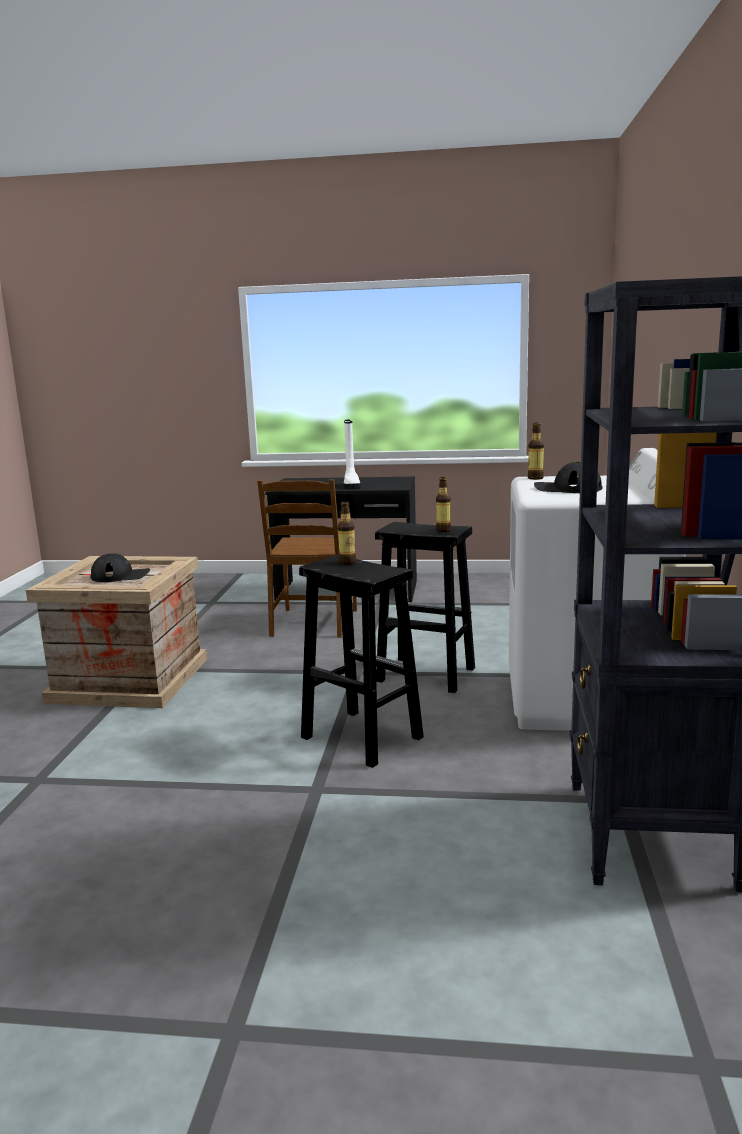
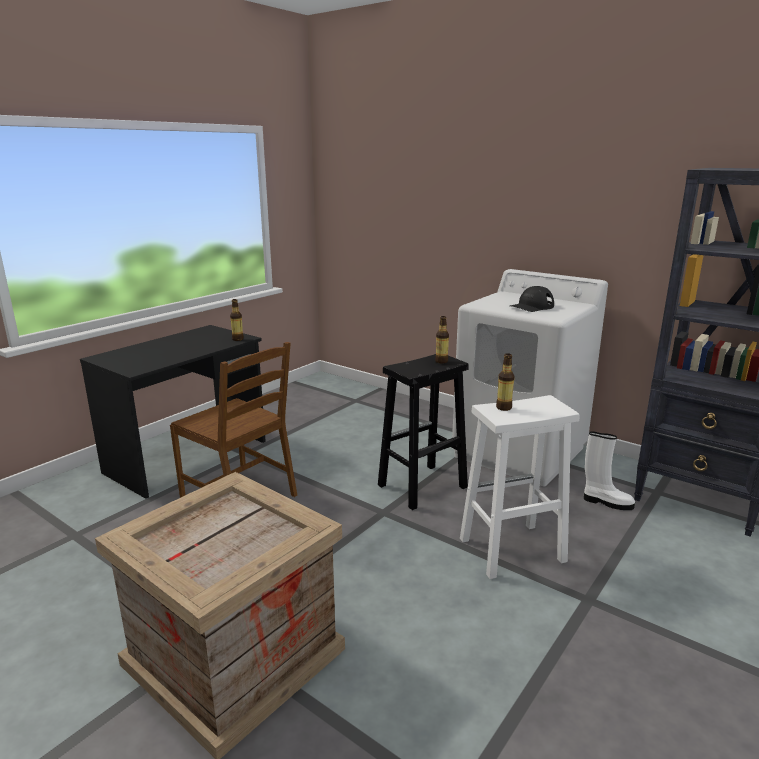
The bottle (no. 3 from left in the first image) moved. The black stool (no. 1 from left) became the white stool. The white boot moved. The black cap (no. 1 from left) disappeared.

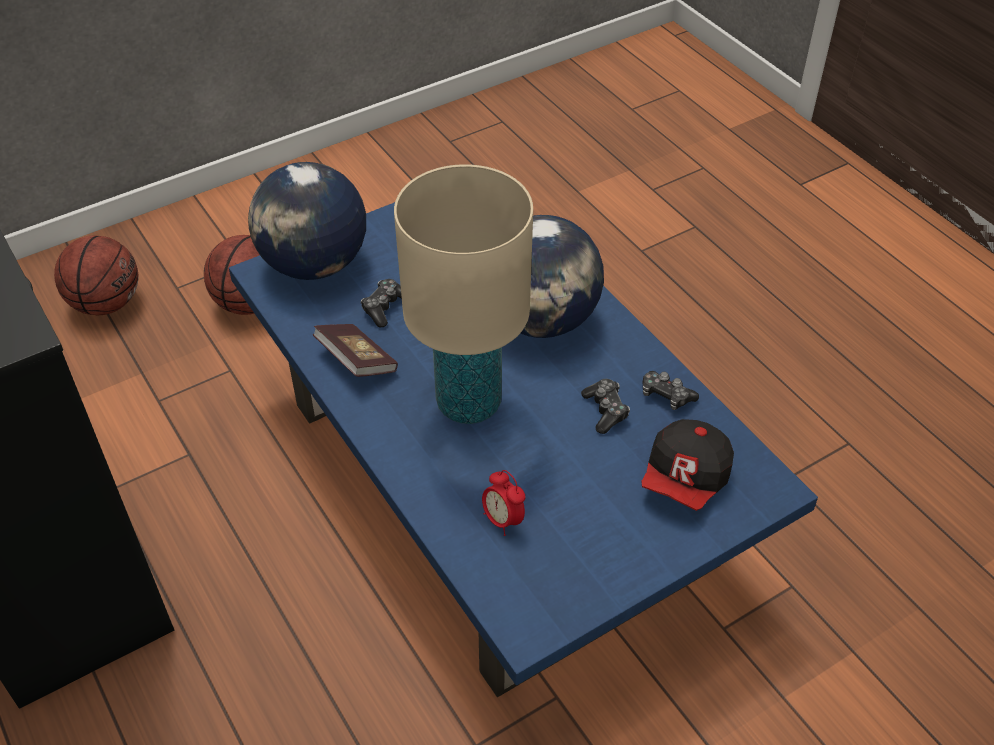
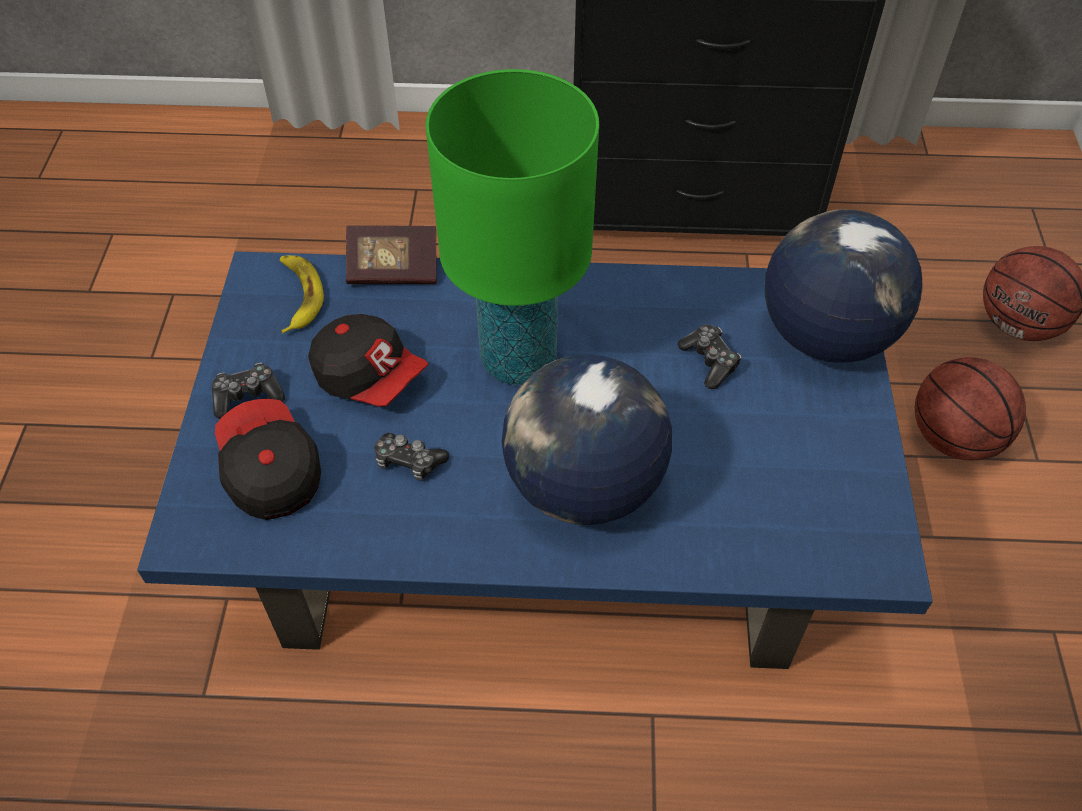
The game controller (no. 3 from left in the first image) moved. The banana appeared. The cap (no. 2 from left) appeared. The book moved. The beige table lamp became the green table lamp. The alarm clock disappeared.

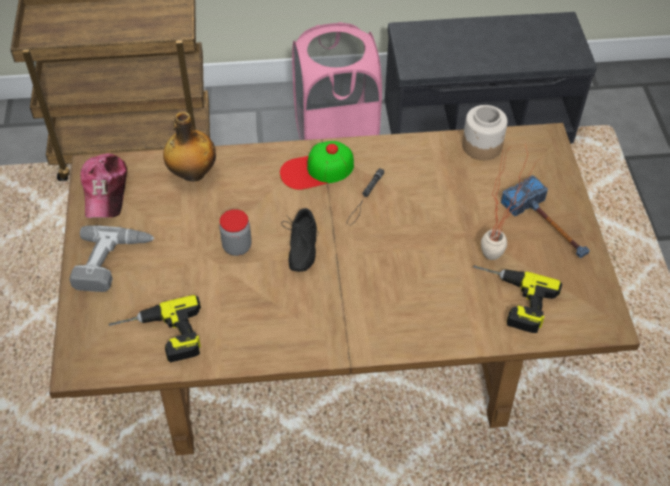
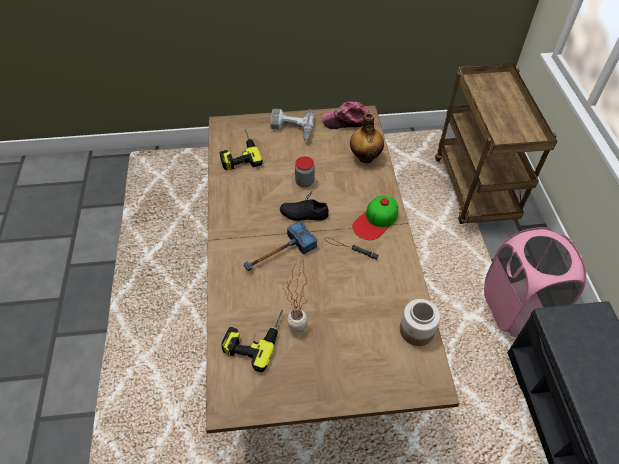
The hammer moved. The cap (no. 2 from left) turned 120 degrees counterclockwise.

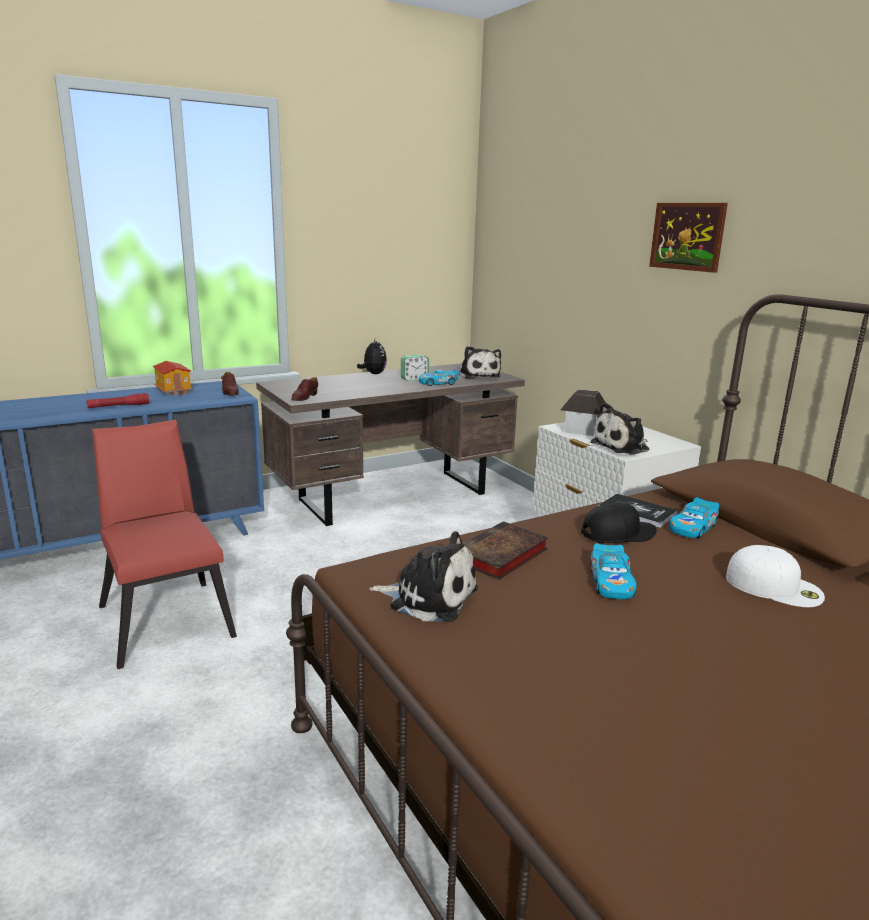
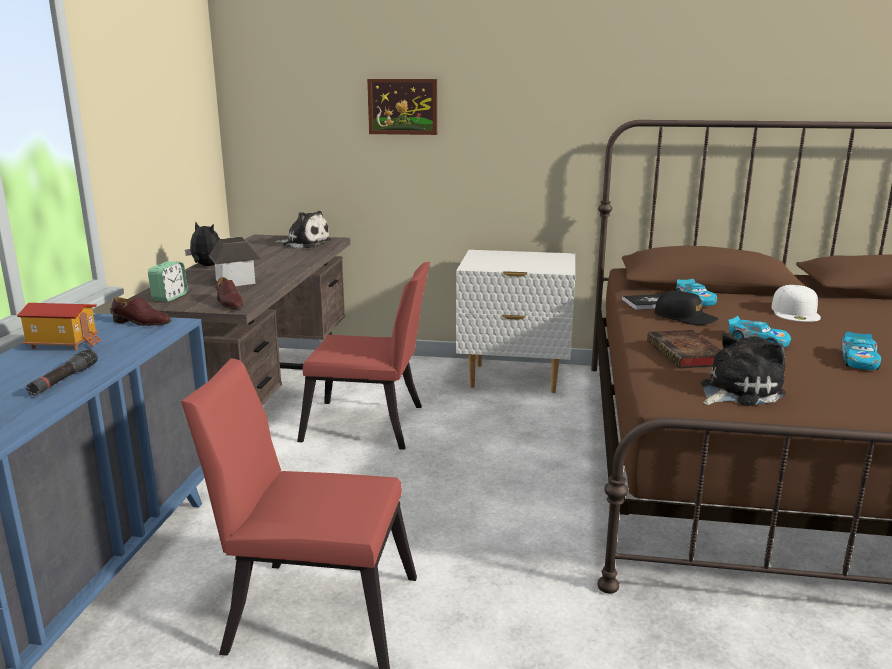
The red flashlight became the black flashlight. The alarm clock moved. The toy house (no. 2 from left) moved. The red chair (no. 2 from left) appeared. The picture moved. The black cap turned 105 degrees clockwise. The white cap turned 120 degrees clockwise. The toy car (no. 1 from left in the first image) moved. The plush toy (no. 4 from left) disappeared.

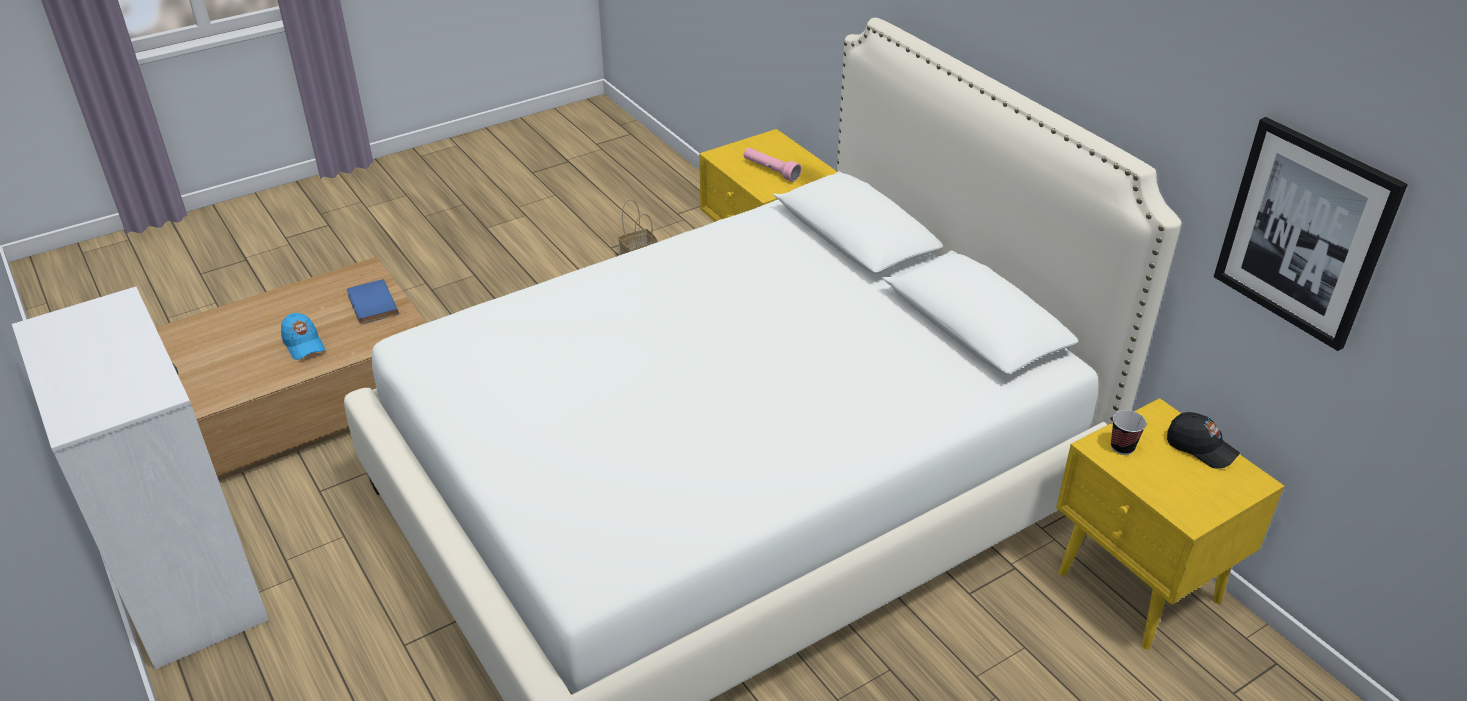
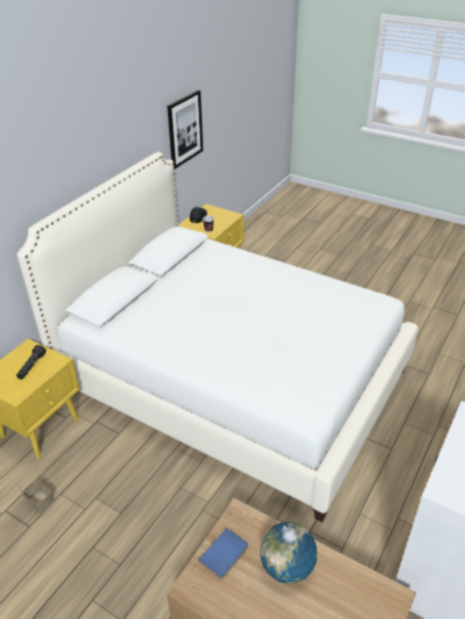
The pink flashlight became the black flashlight. The blue cap was replaced by the globe.

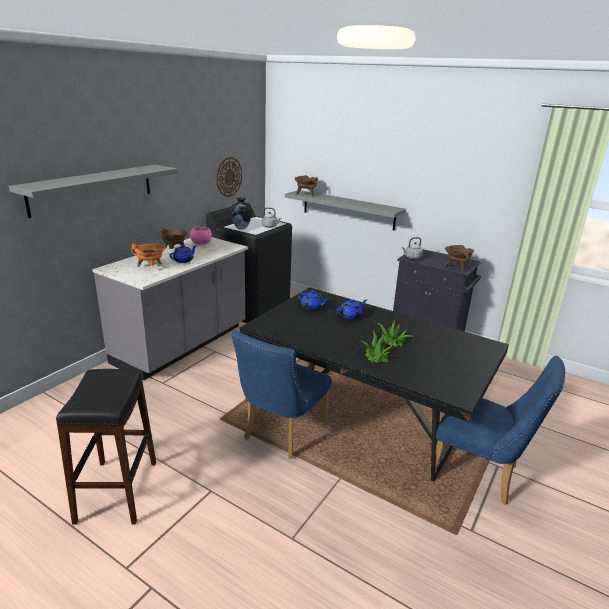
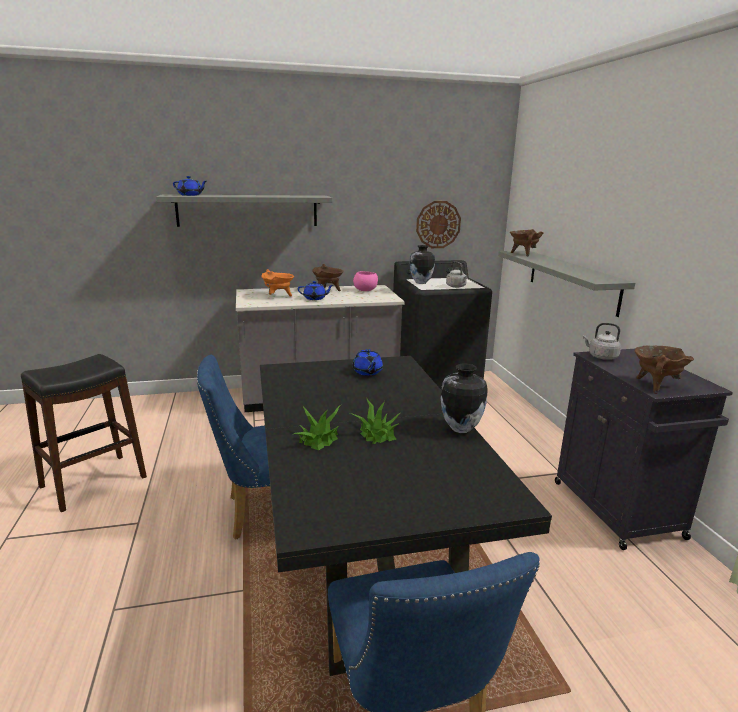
The blue teapot (no. 3 from left in the first image) moved. The vase (no. 2 from left) appeared.

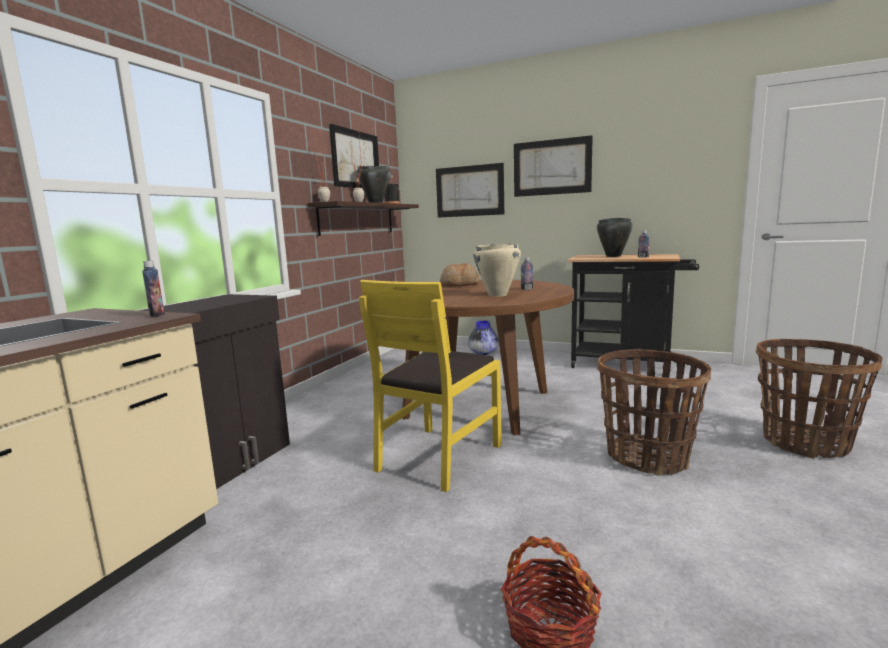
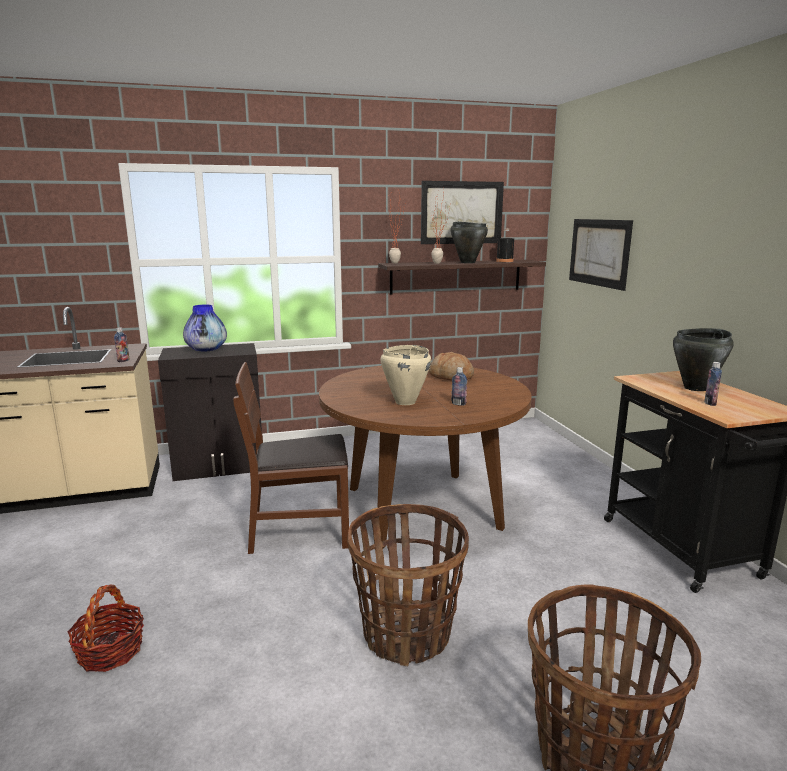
The vase moved. The yellow chair became the brown chair. The picture (no. 3 from left) disappeared.

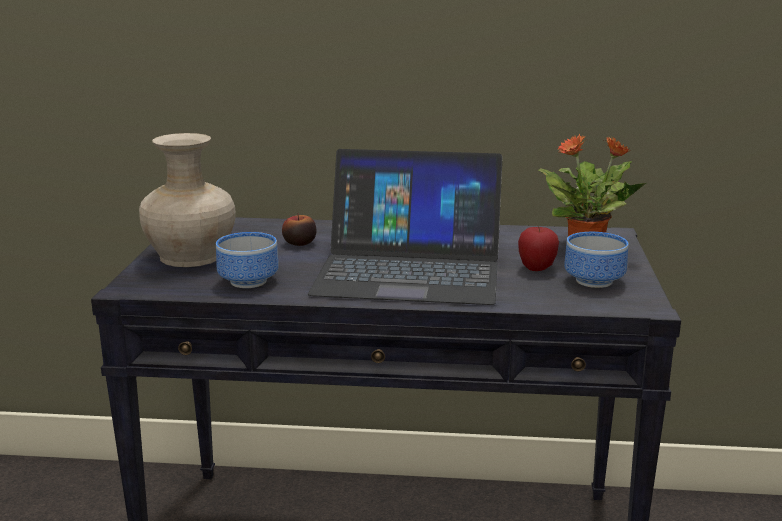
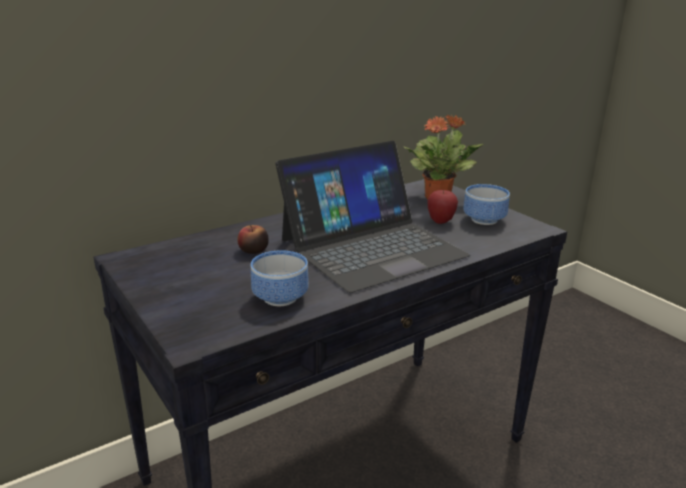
The beige vase disappeared.

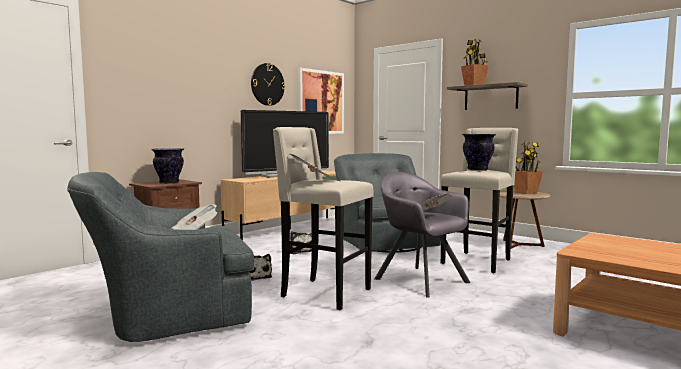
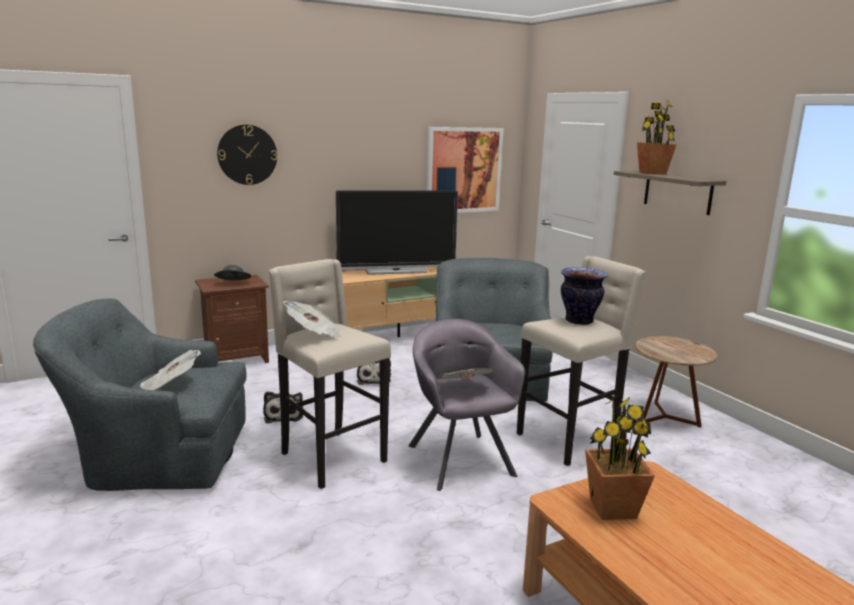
The vase (no. 1 from left) was replaced by the grey hat. The wall clock moved. The potted plant (no. 2 from left in the first image) moved.

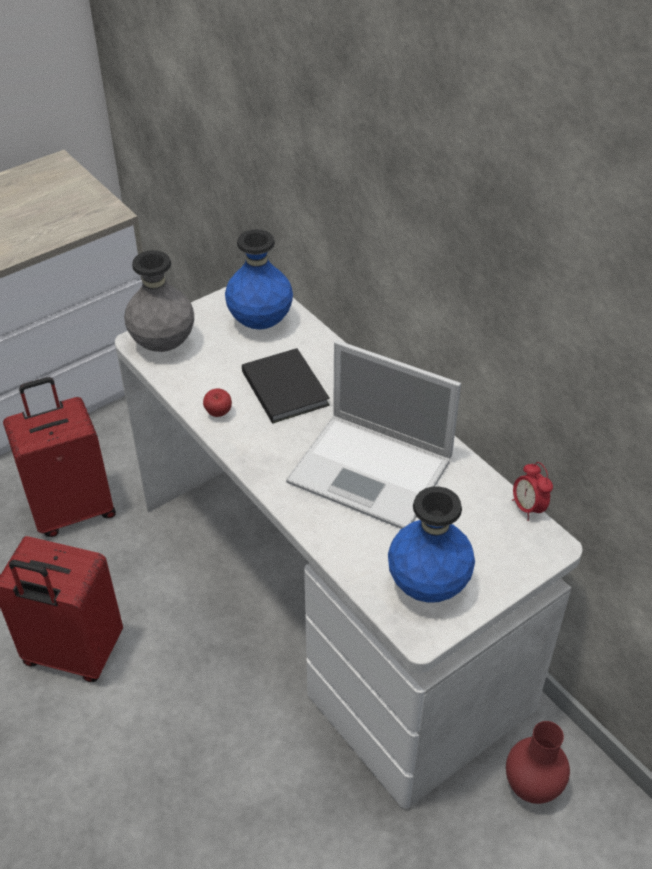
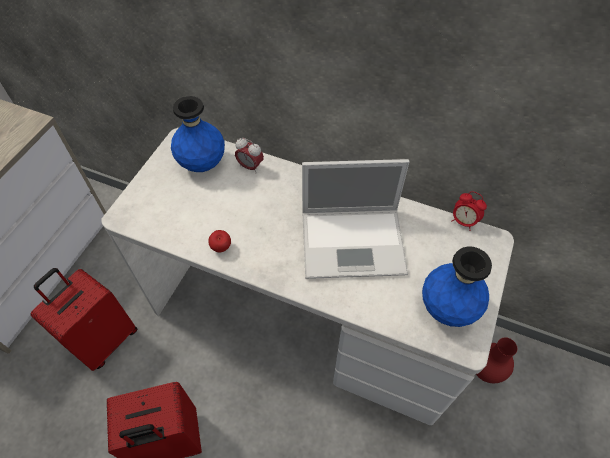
The alarm clock (no. 1 from left) appeared. The grey vase disappeared. The black book disappeared.

